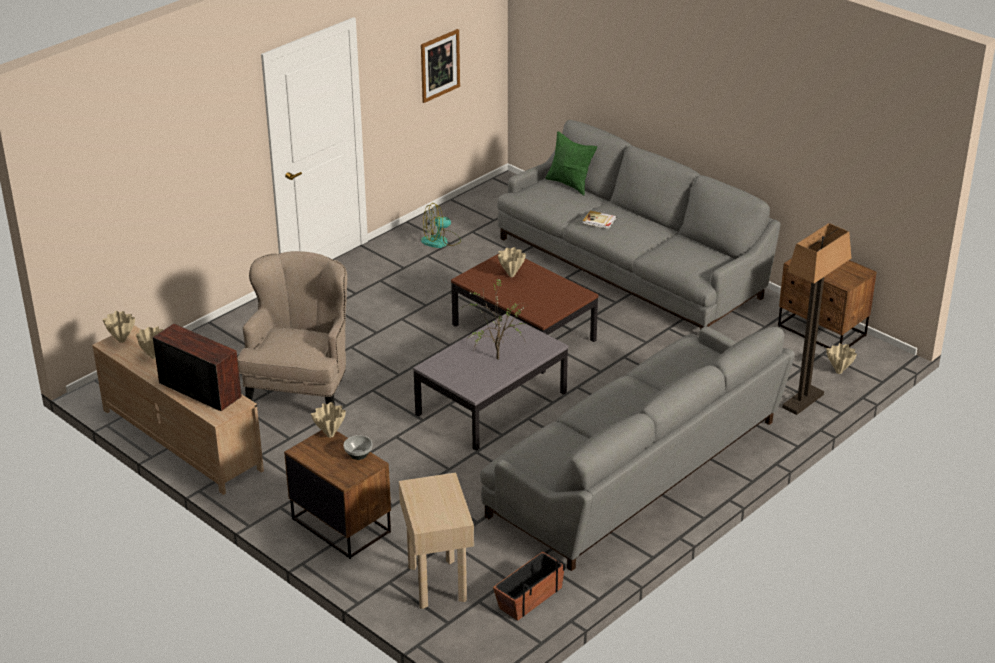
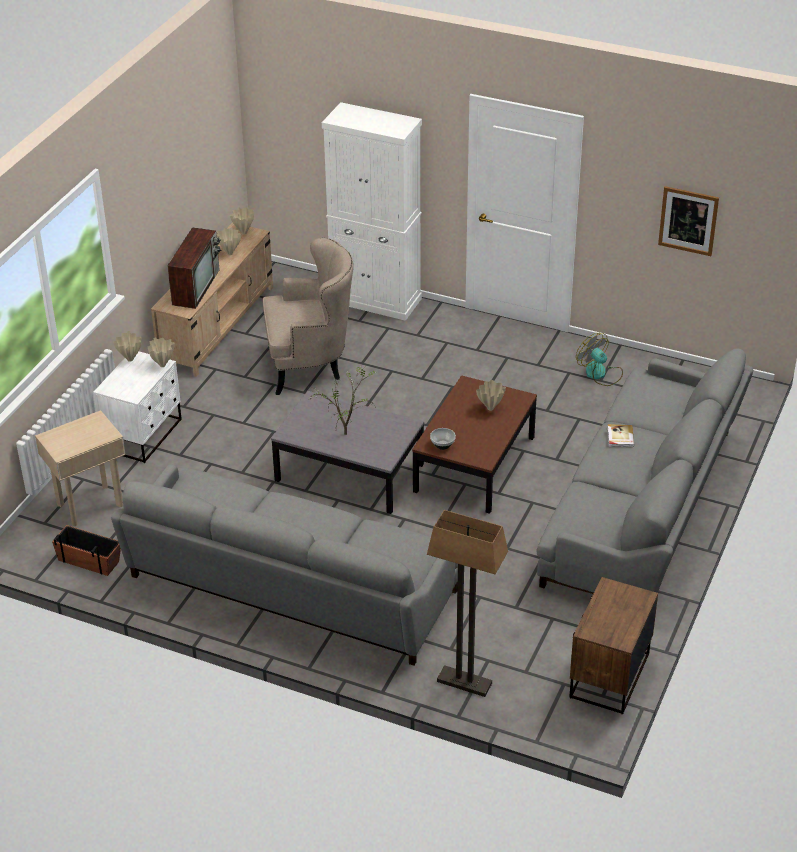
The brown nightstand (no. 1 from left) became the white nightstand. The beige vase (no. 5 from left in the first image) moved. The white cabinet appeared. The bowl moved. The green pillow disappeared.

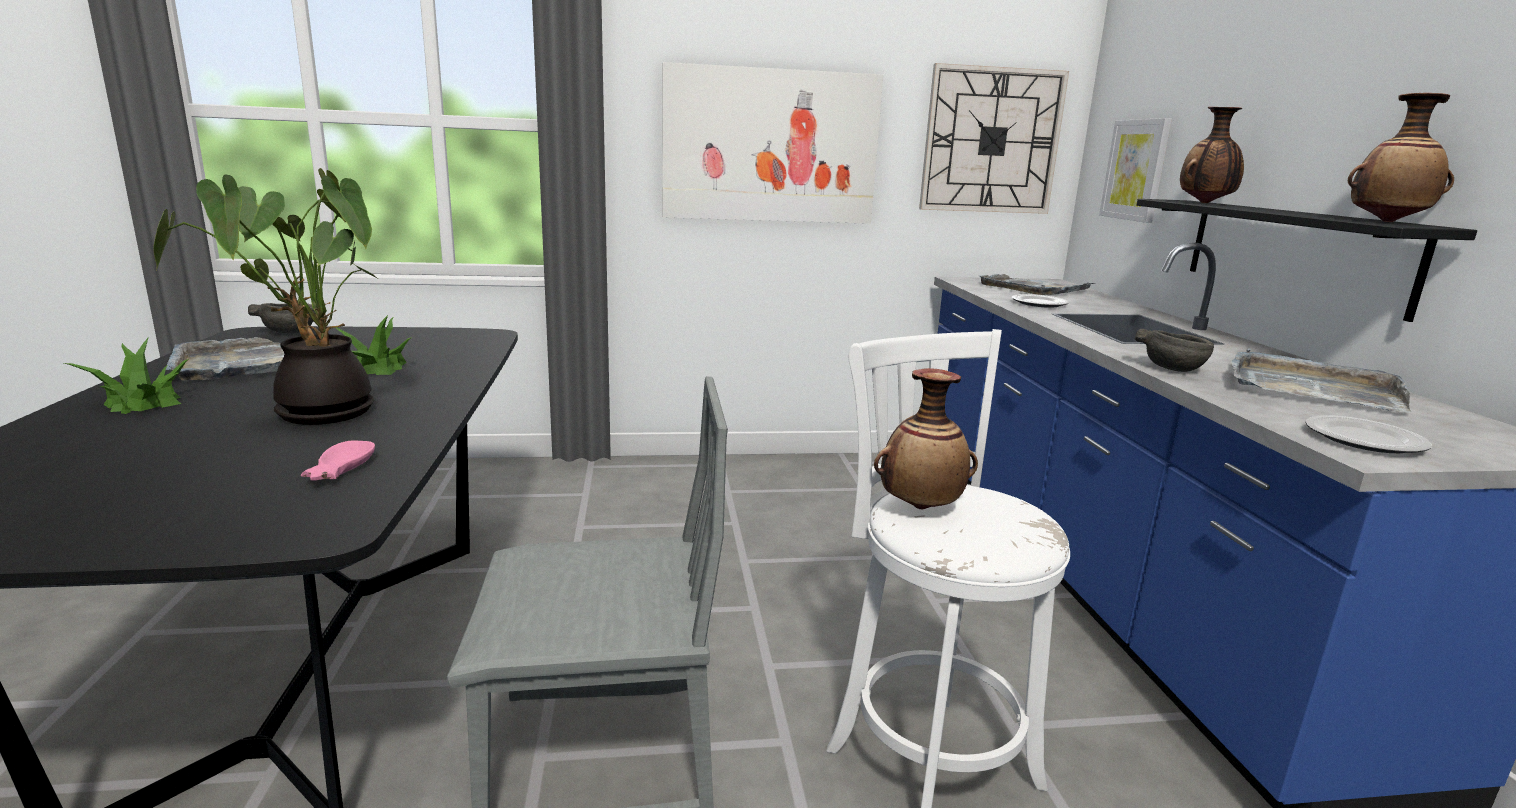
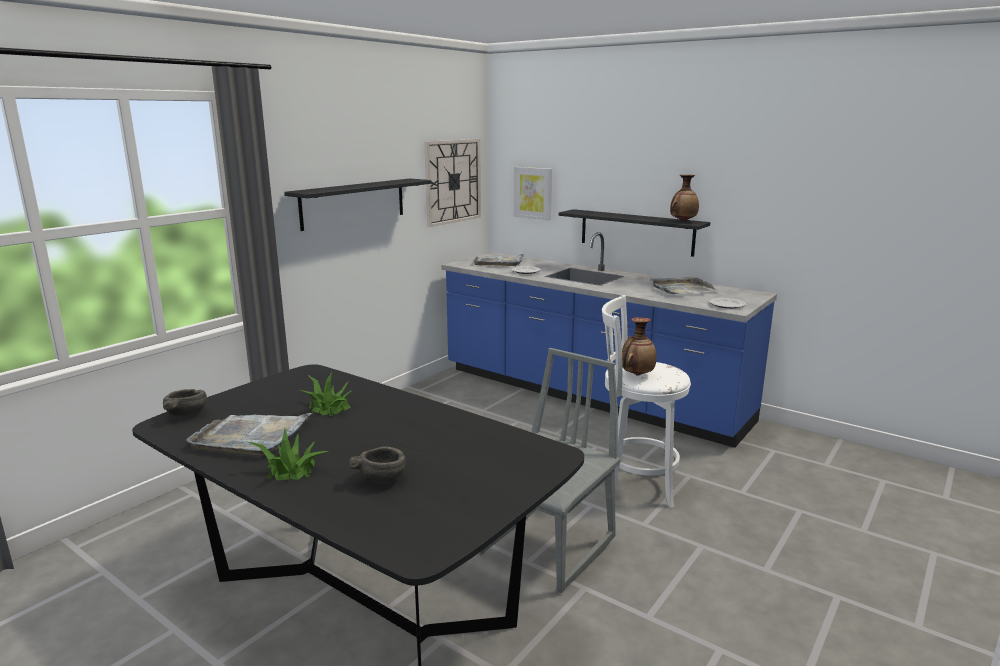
The picture (no. 1 from left) was replaced by the black shelf (no. 1 from left). The grey bowl (no. 2 from left) moved. The potted plant (no. 2 from left) disappeared. The pink bowl disappeared. The vase (no. 2 from left) disappeared.

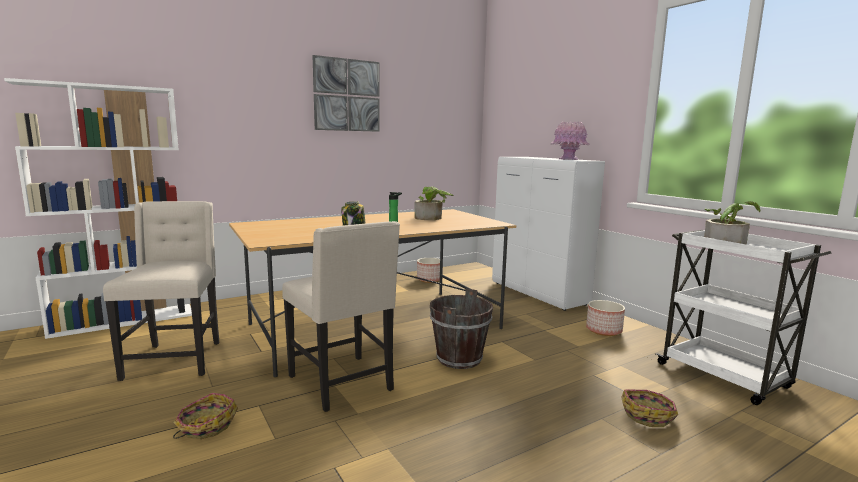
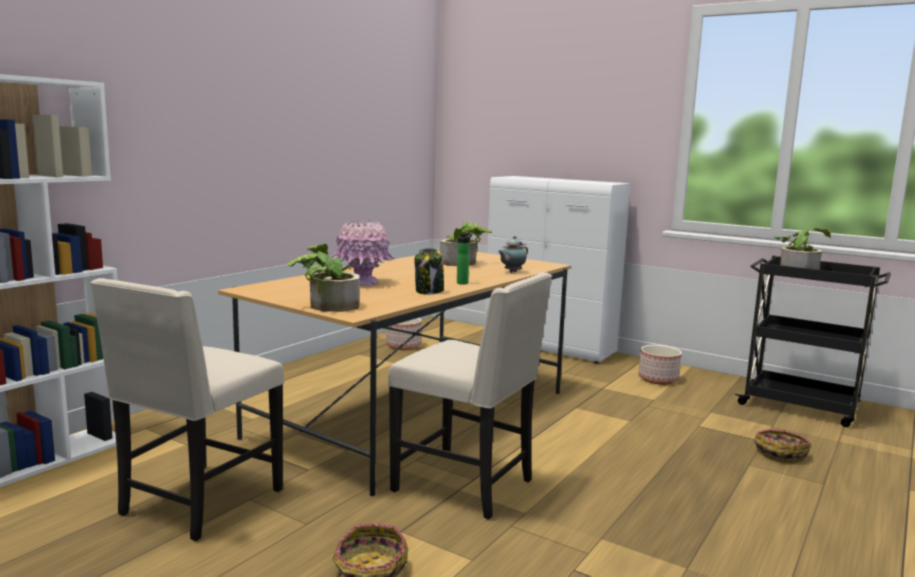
The beige chair (no. 1 from left) turned 120 degrees counterclockwise. The potted plant (no. 1 from left) appeared. The pink vase moved. The teapot appeared. The white cart became the black cart. The picture disappeared. The brown bucket disappeared.

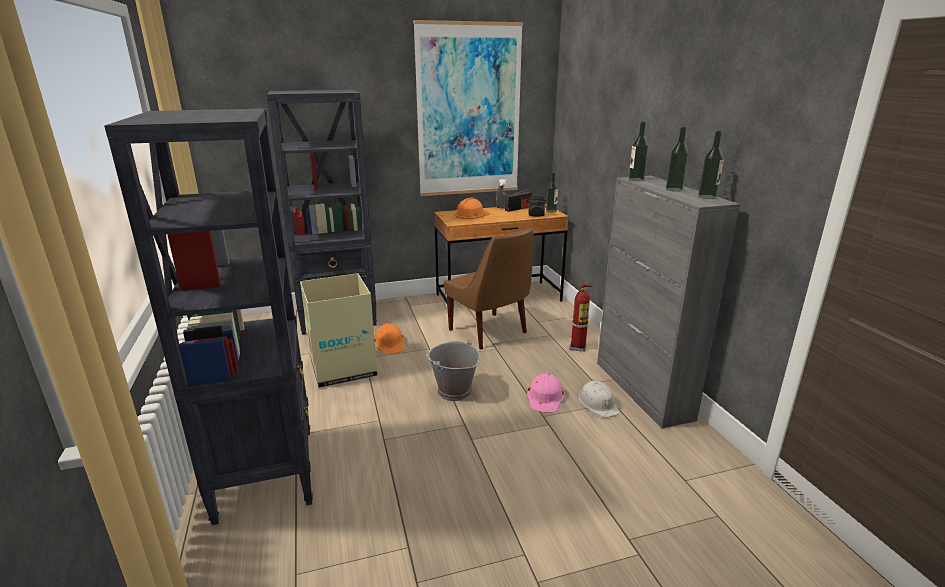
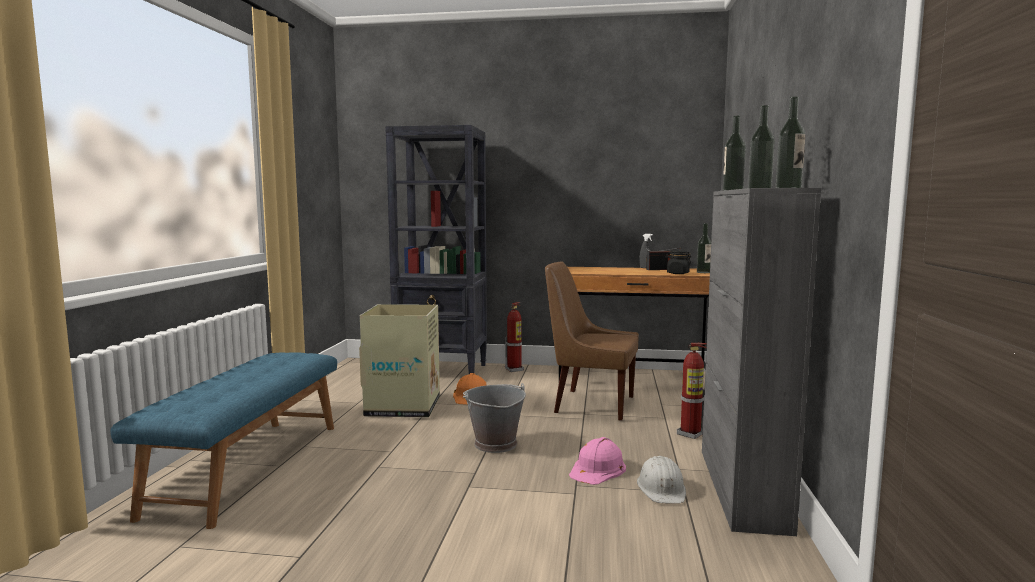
The black bookcase (no. 1 from left) was replaced by the blue bench. The fire extinguisher (no. 1 from left) appeared. The brown chair turned 120 degrees clockwise. The picture disappeared. The orange hard hat (no. 2 from left) disappeared.

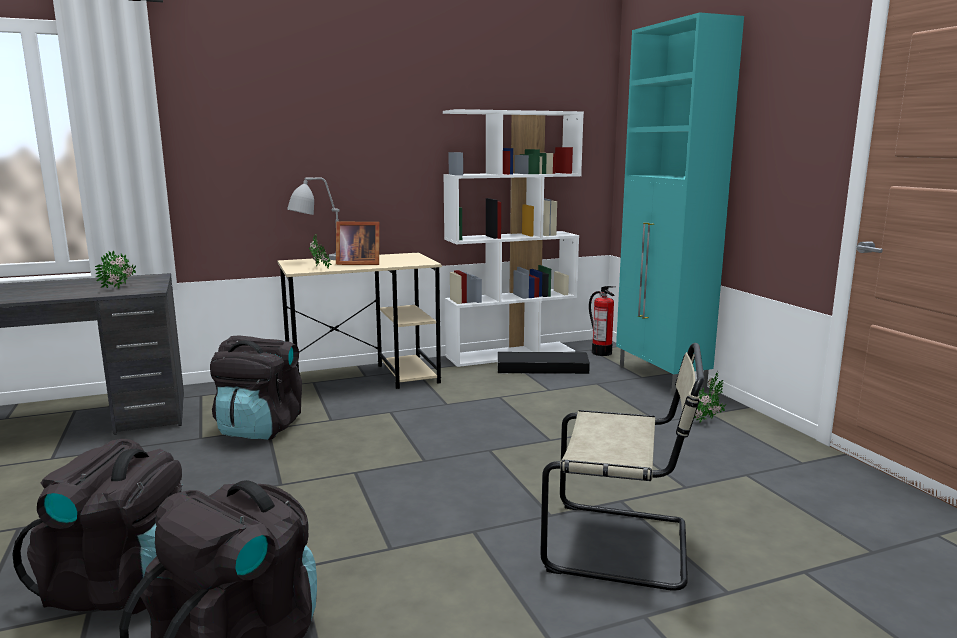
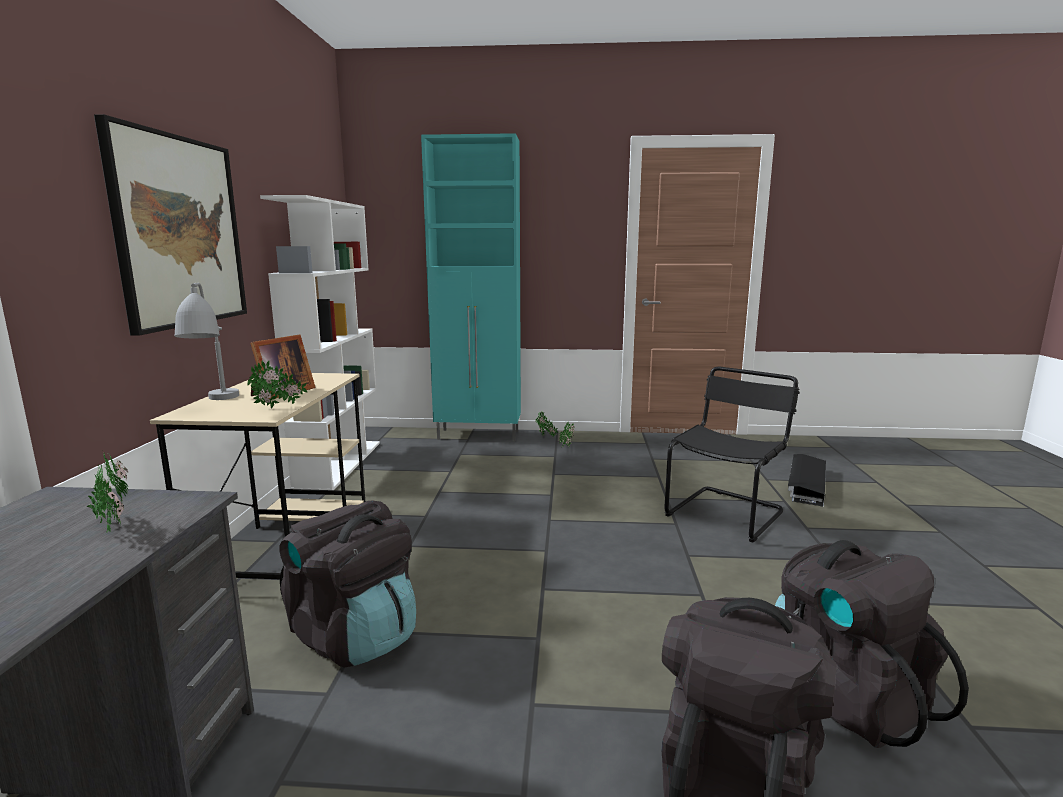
The picture appeared. The beige chair became the black chair. The black storage box moved. The fire extinguisher disappeared.

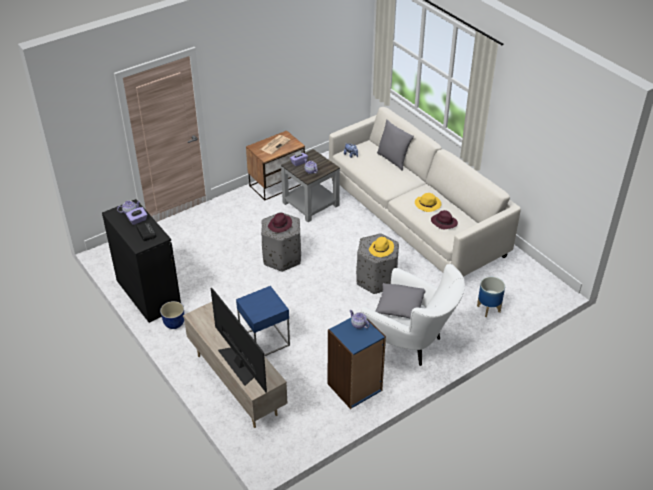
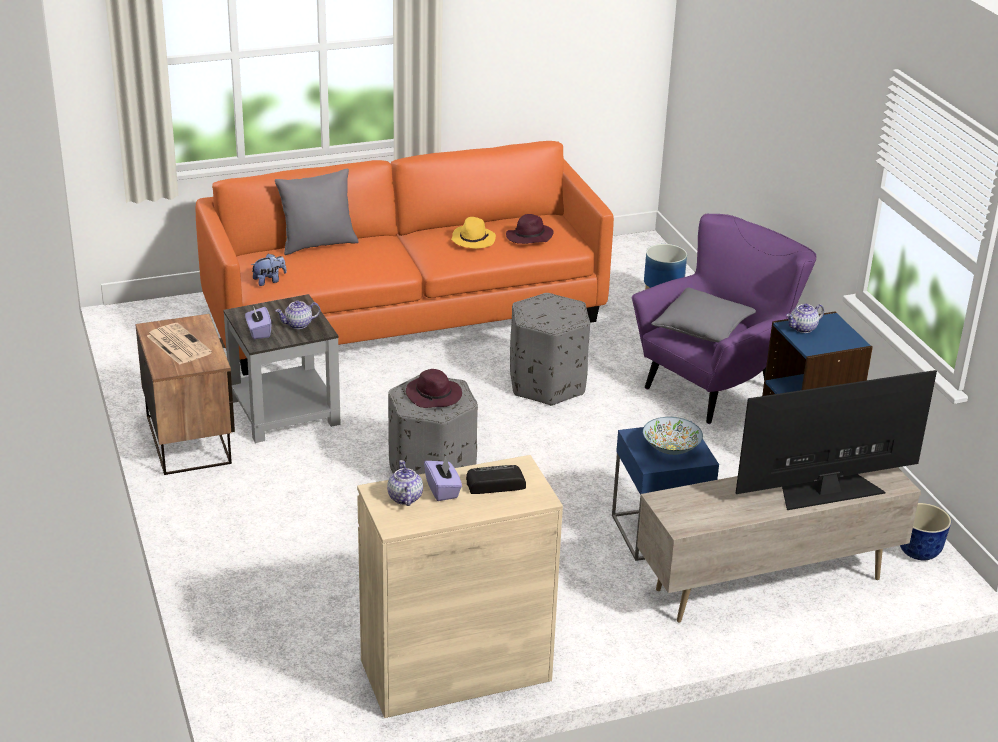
The white sofa became the orange sofa. The black cabinet became the beige cabinet. The white armchair became the purple armchair. The bowl appeared. The planter (no. 1 from left in the first image) moved. The yellow hat (no. 1 from left) disappeared.

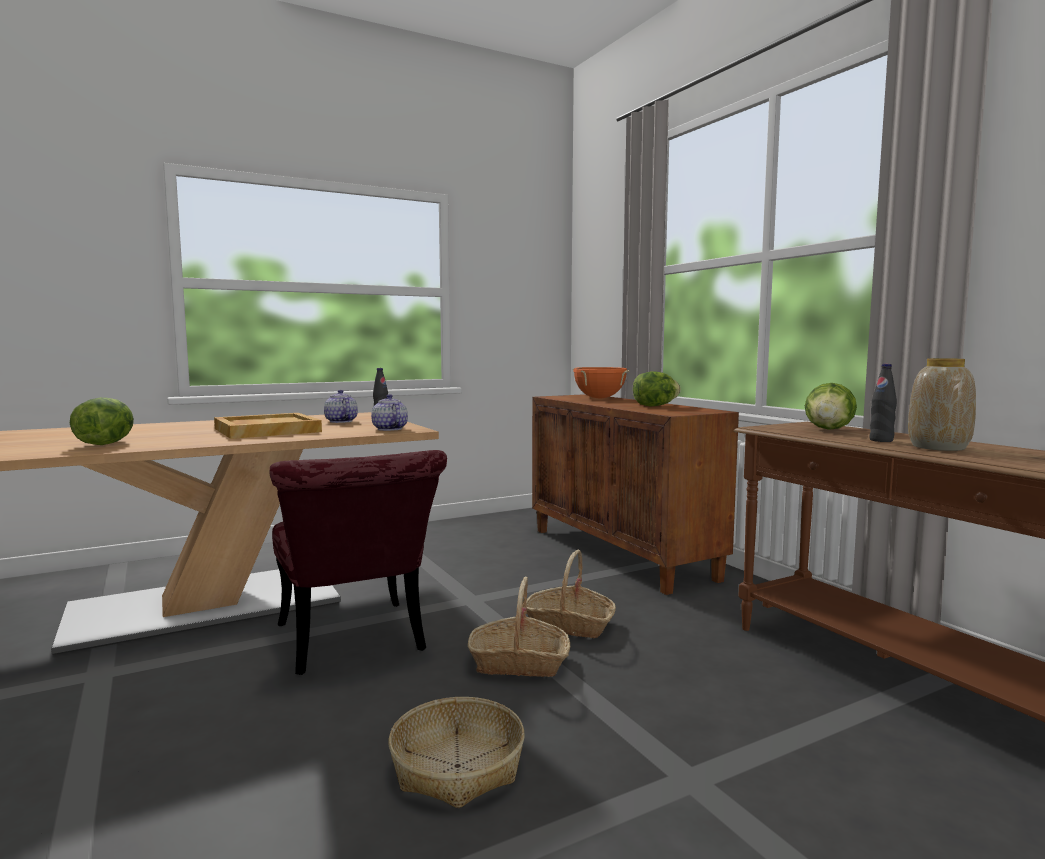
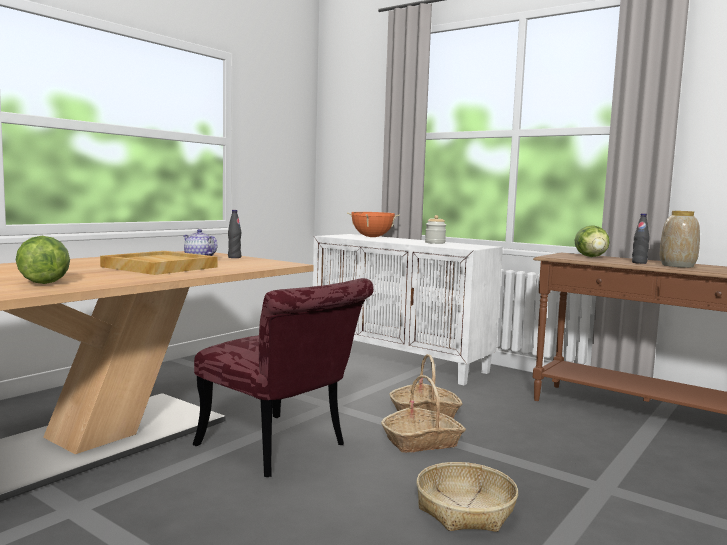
The brown cabinet became the white cabinet. The lettuce (no. 2 from left) was replaced by the jar. The teapot (no. 2 from left) disappeared.

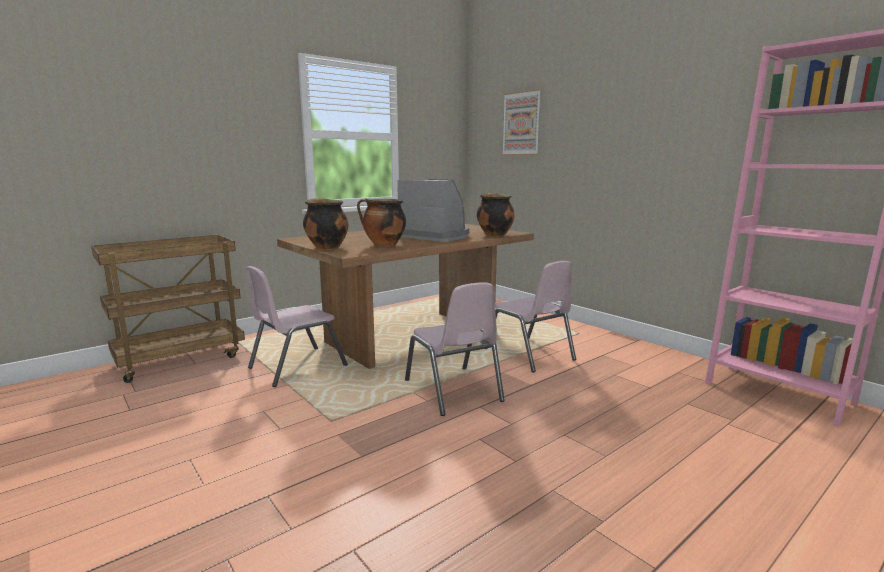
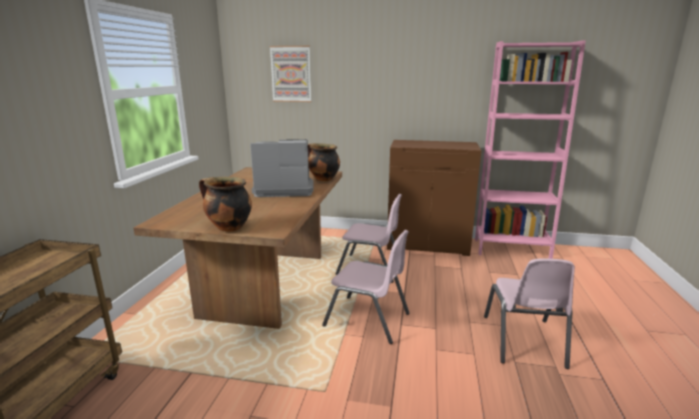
The brown cabinet appeared. The pink chair (no. 1 from left in the first image) moved. The cooking pot (no. 2 from left) disappeared.

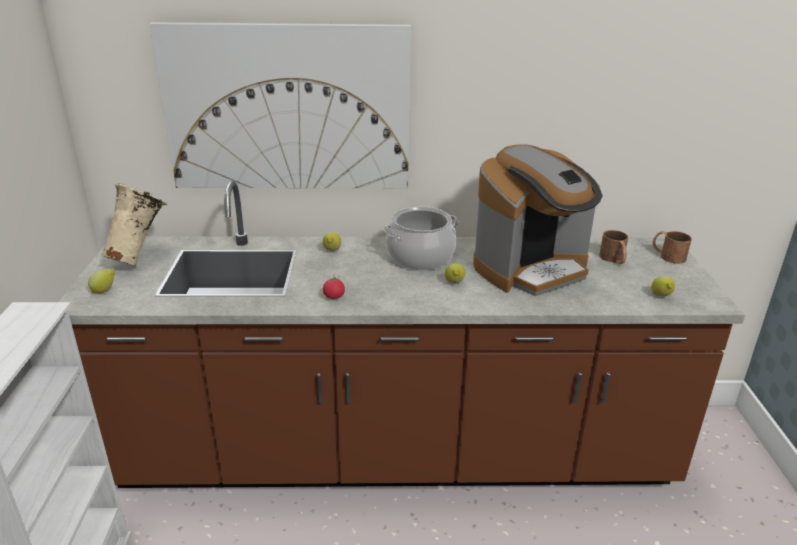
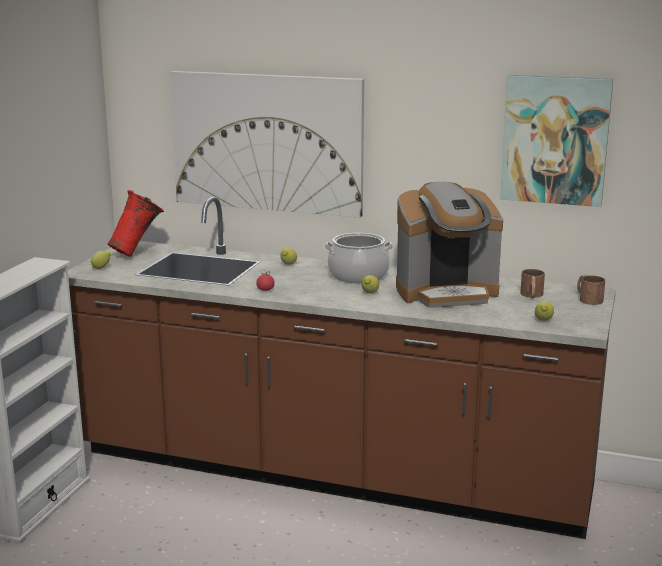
The beige vase became the red vase. The picture (no. 2 from left) appeared.

